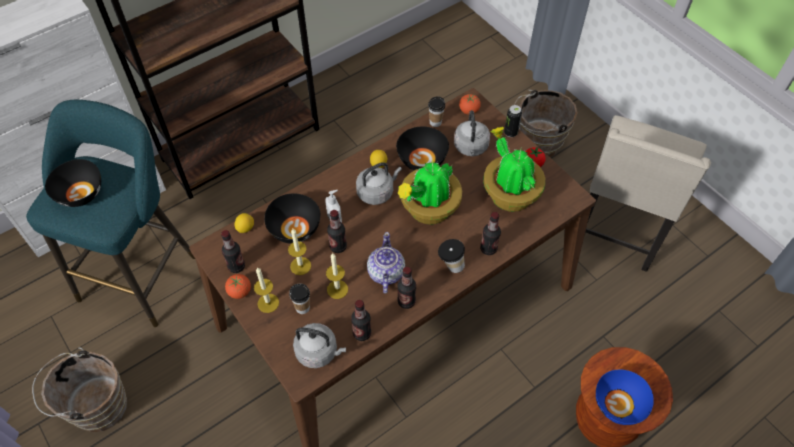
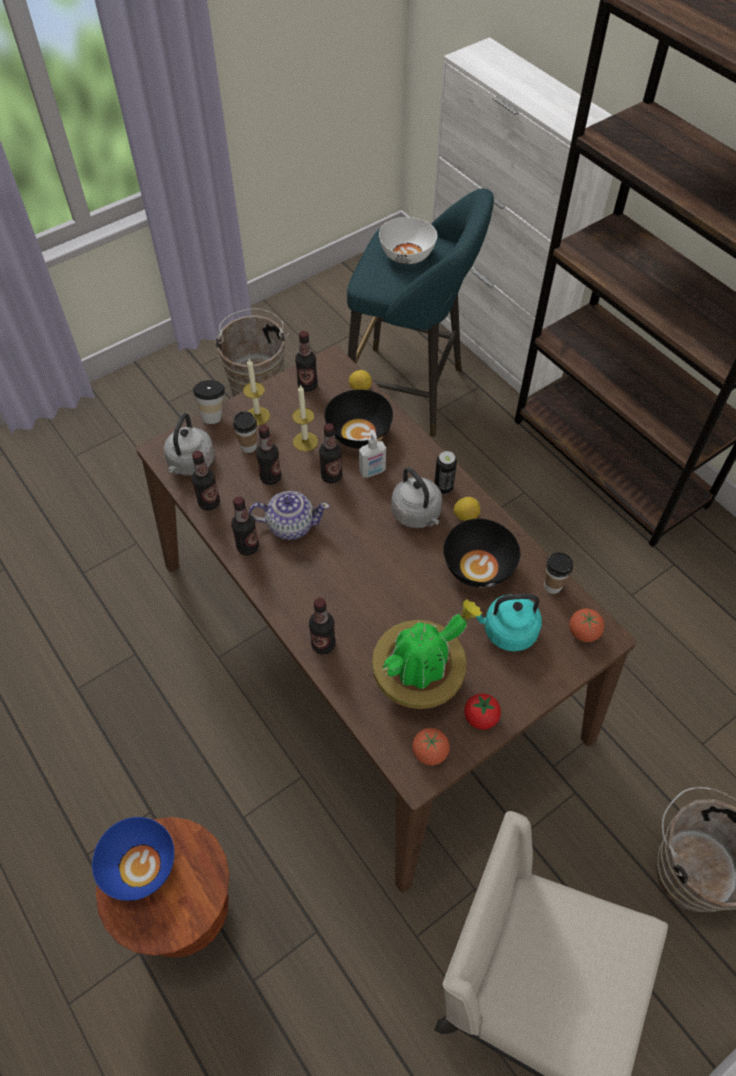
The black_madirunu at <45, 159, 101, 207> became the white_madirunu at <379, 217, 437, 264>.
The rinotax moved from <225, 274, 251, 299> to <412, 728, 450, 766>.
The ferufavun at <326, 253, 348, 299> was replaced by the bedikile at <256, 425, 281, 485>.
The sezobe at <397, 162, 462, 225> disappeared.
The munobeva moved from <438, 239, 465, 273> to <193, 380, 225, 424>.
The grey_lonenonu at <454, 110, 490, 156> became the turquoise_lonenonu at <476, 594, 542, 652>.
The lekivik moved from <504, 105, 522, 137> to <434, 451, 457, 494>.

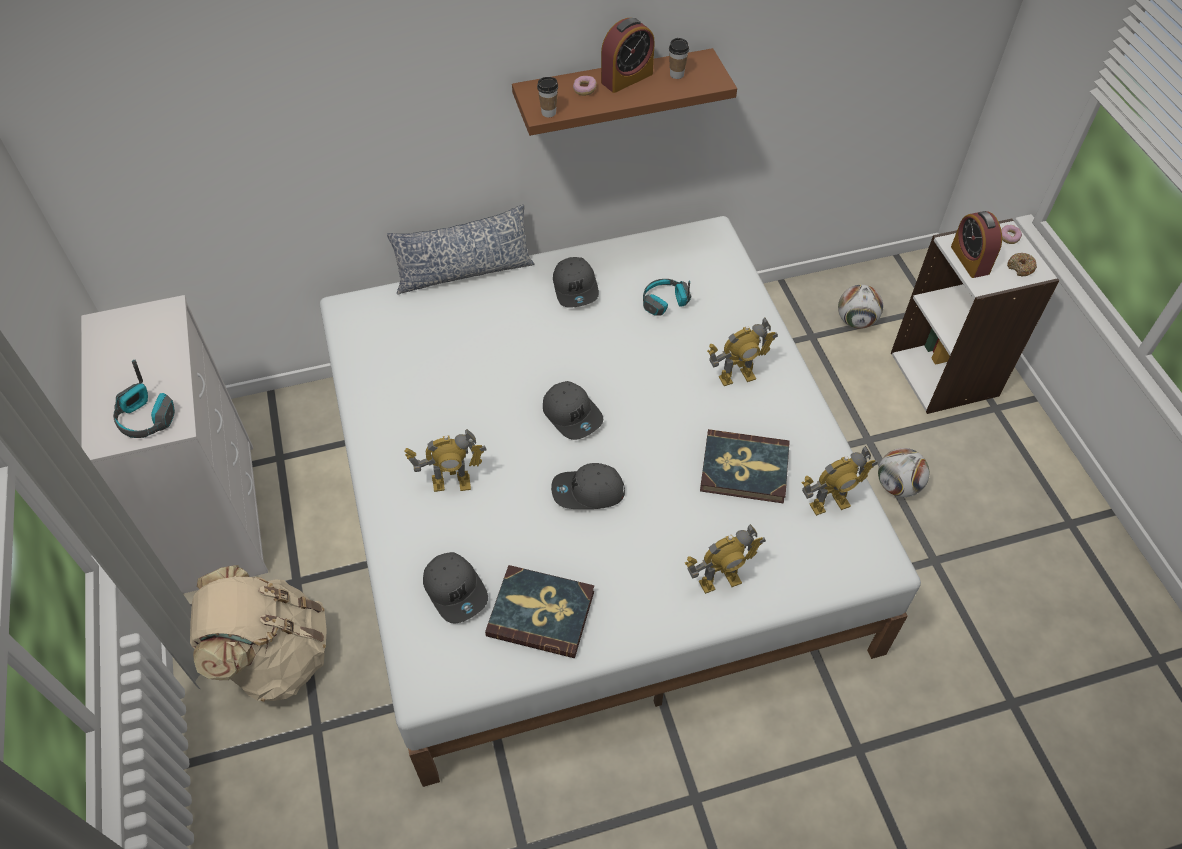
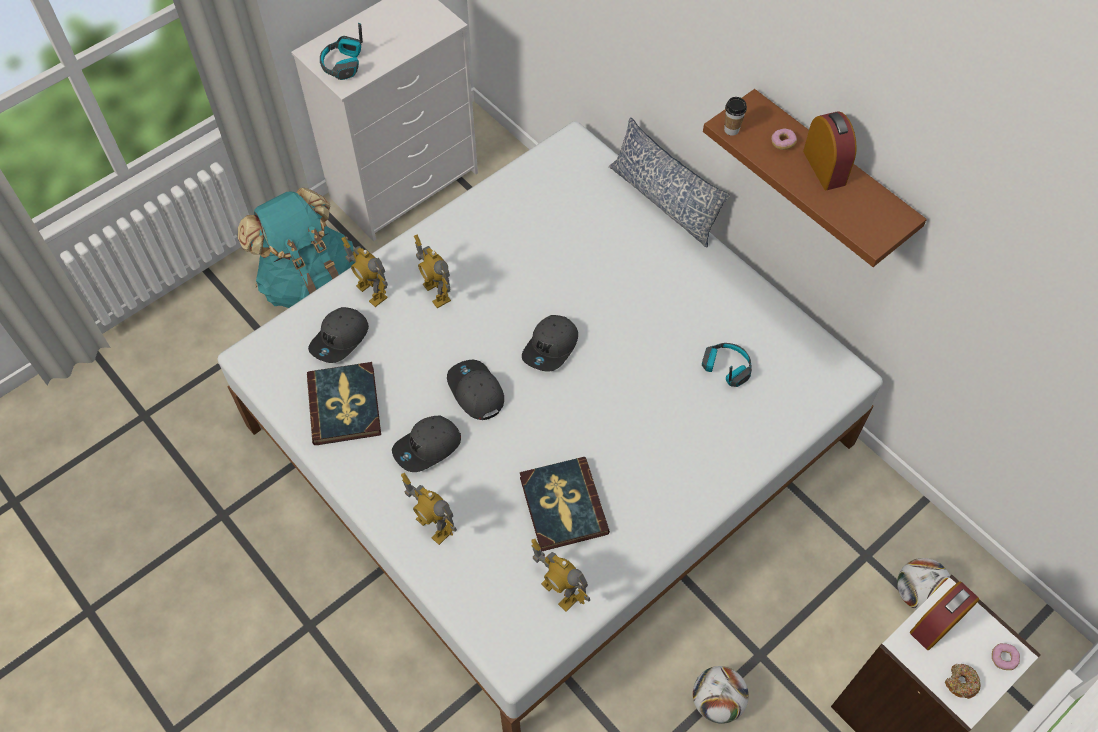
The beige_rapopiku at <190, 565, 327, 702> became the turquoise_rapopiku at <238, 188, 355, 308>.
The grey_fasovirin moved from <553, 257, 599, 308> to <392, 415, 461, 472>.
The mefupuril at <601, 18, 655, 93> turned 135 degrees counterclockwise.
The munobeva at <669, 38, 689, 79> disappeared.
The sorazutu moved from <707, 318, 778, 386> to <342, 237, 388, 307>.

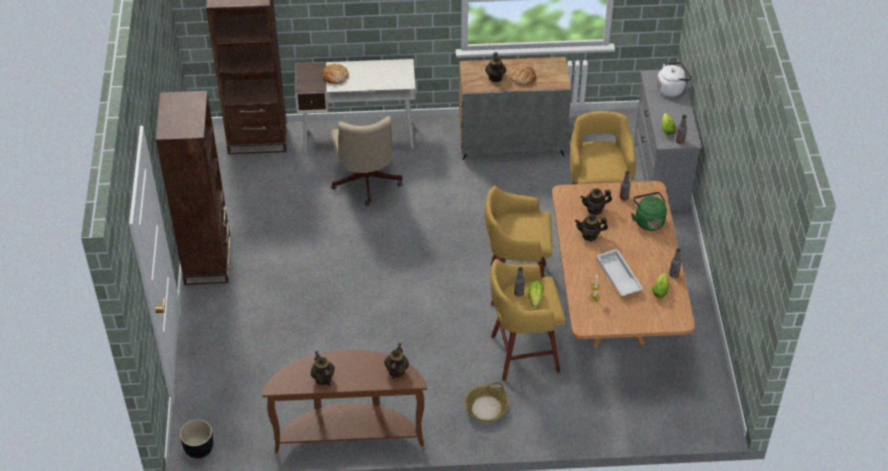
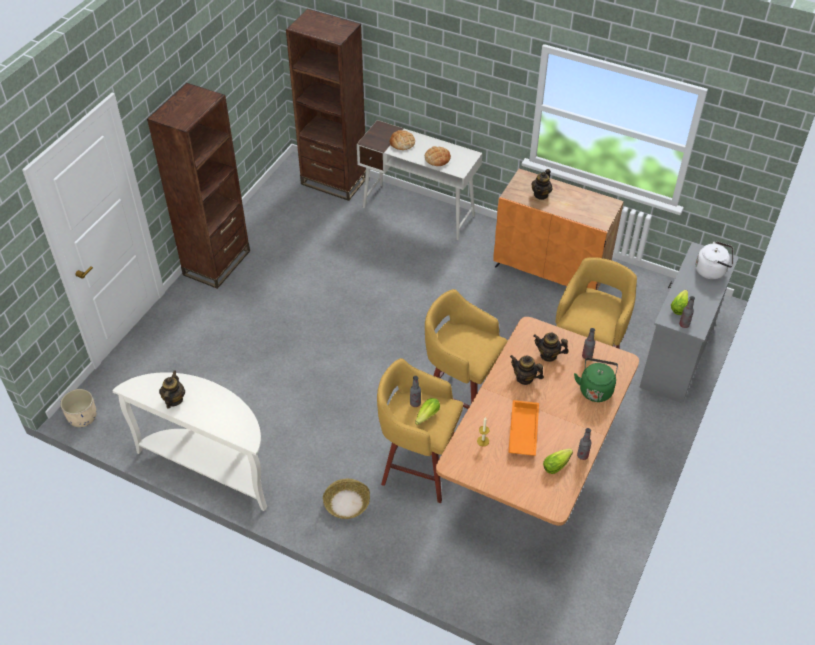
The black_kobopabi at <179, 419, 213, 459> became the beige_kobopabi at <60, 389, 97, 427>.
The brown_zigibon at <262, 350, 427, 453> became the white_zigibon at <112, 372, 267, 511>.
The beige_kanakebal at <331, 116, 402, 205> disappeared.
The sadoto at <384, 343, 409, 379> disappeared.
The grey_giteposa at <459, 57, 571, 160> became the orange_giteposa at <493, 169, 624, 290>.
The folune moved from <509, 65, 536, 85> to <425, 146, 451, 166>.
The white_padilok at <597, 249, 643, 296> became the orange_padilok at <508, 400, 539, 456>.

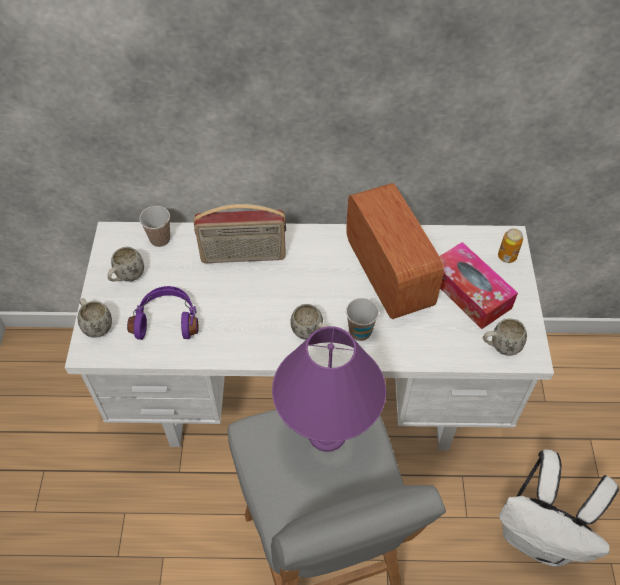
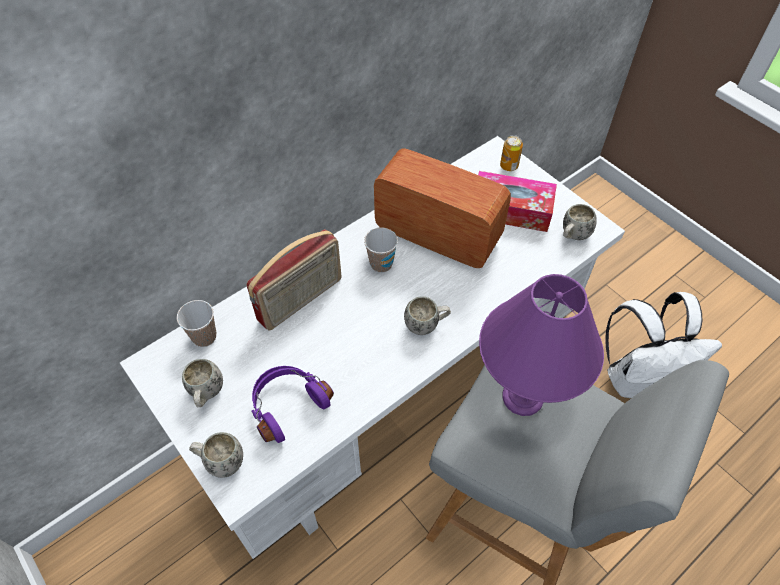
The munobeva moved from <346, 298, 379, 341> to <364, 228, 398, 273>.

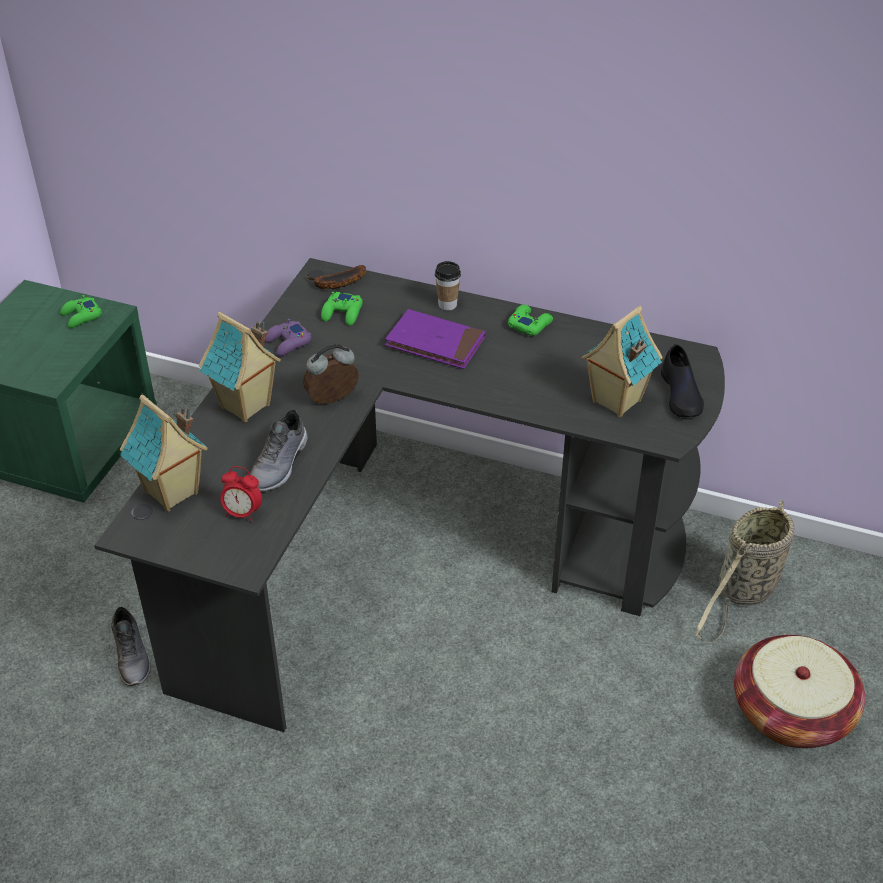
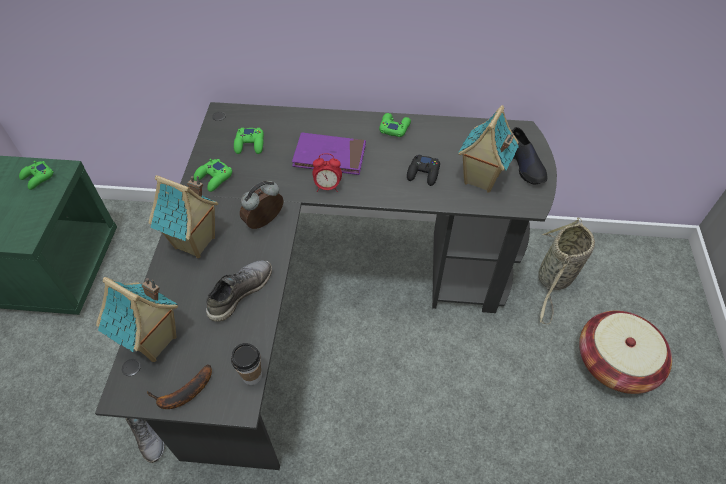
The mefupuril moved from <220, 466, 262, 523> to <312, 153, 342, 192>.
The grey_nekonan at <250, 409, 308, 491> turned 150 degrees counterclockwise.
The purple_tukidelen at <265, 319, 312, 356> became the green_tukidelen at <194, 159, 232, 192>.
The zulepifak moved from <307, 265, 366, 289> to <146, 364, 212, 409>.
The munobeva moved from <435, 261, 461, 311> to <231, 343, 262, 385>.
The black_tukidelen at <407, 154, 440, 186> appeared.

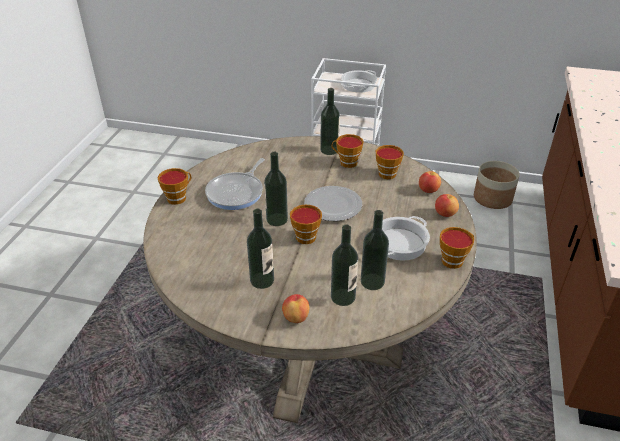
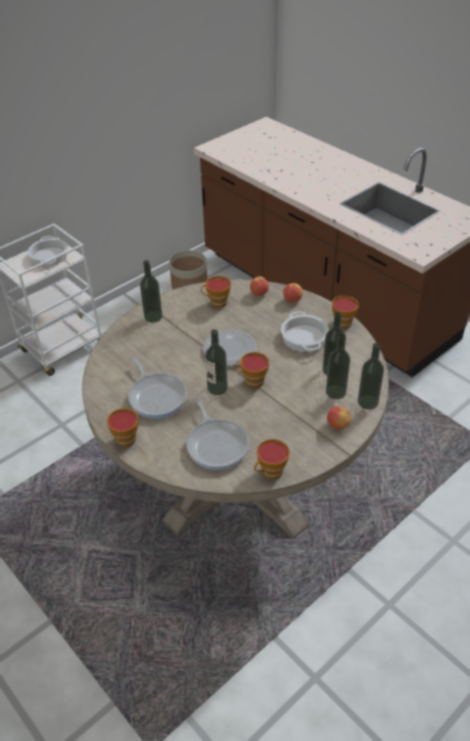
The bedikile moved from <247, 209, 274, 289> to <357, 343, 384, 410>.
The munobeva moved from <332, 134, 363, 168> to <254, 439, 290, 480>.
The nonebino at <186, 398, 249, 470> appeared.

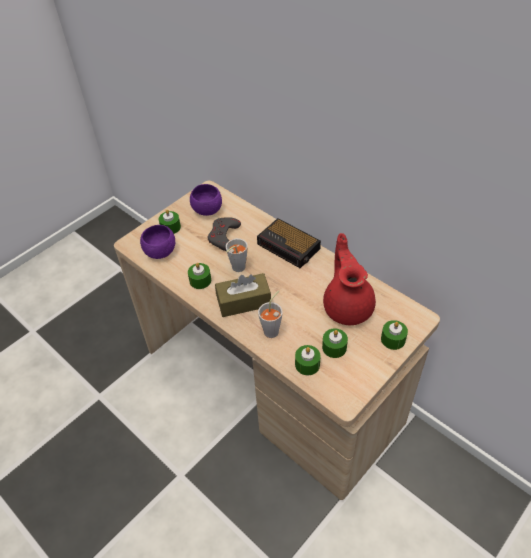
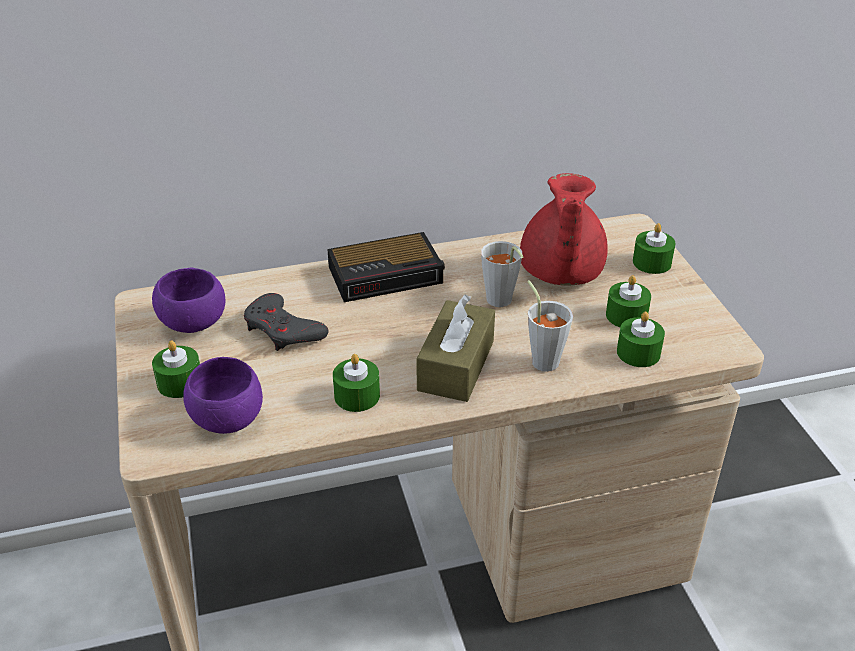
The grey_munobeva moved from <226, 238, 248, 272> to <481, 241, 524, 307>.
The red_sadoto at <323, 233, 376, 325> turned 105 degrees counterclockwise.

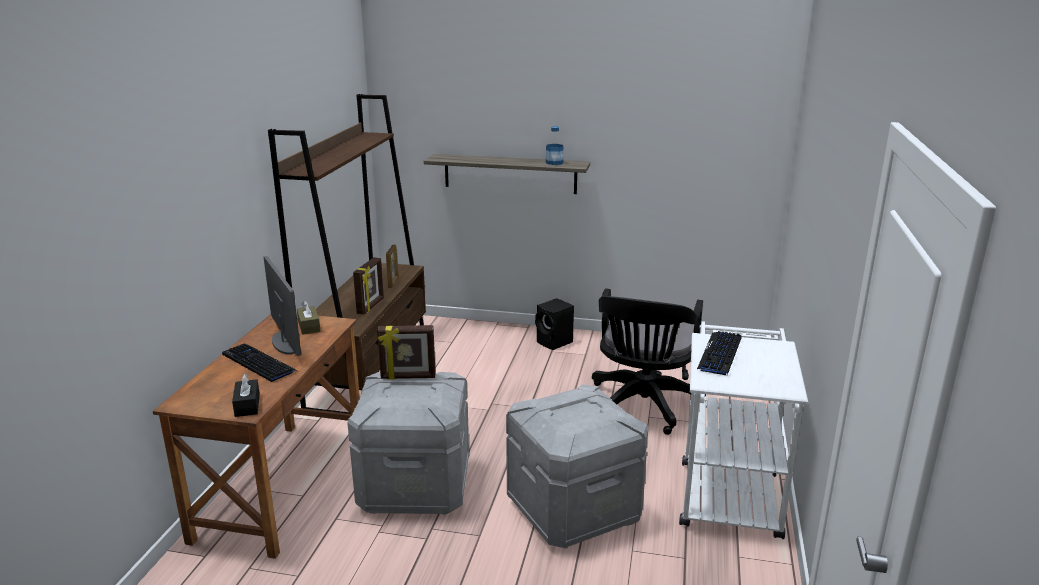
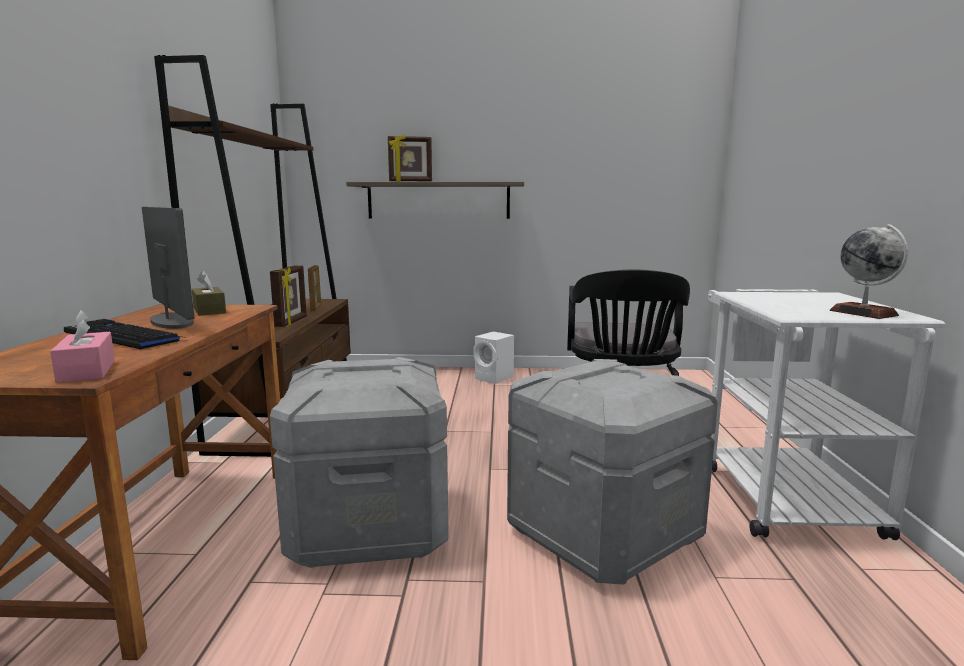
The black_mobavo at <232, 374, 260, 417> became the pink_mobavo at <50, 310, 115, 383>.
The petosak moved from <377, 325, 436, 380> to <388, 134, 432, 182>.
The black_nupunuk at <535, 298, 574, 350> became the white_nupunuk at <473, 331, 514, 384>.
The bedikile at <546, 126, 563, 165> disappeared.
The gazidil at <697, 331, 742, 376> disappeared.
The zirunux at <830, 224, 908, 319> appeared.

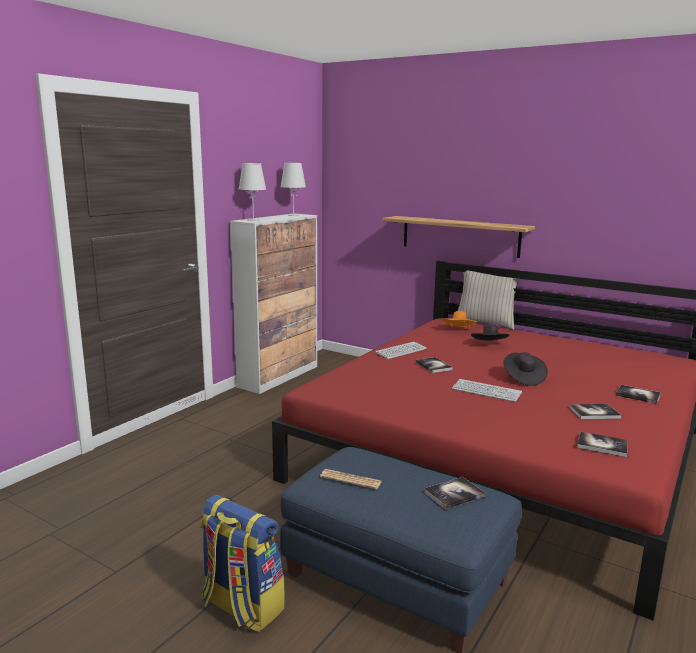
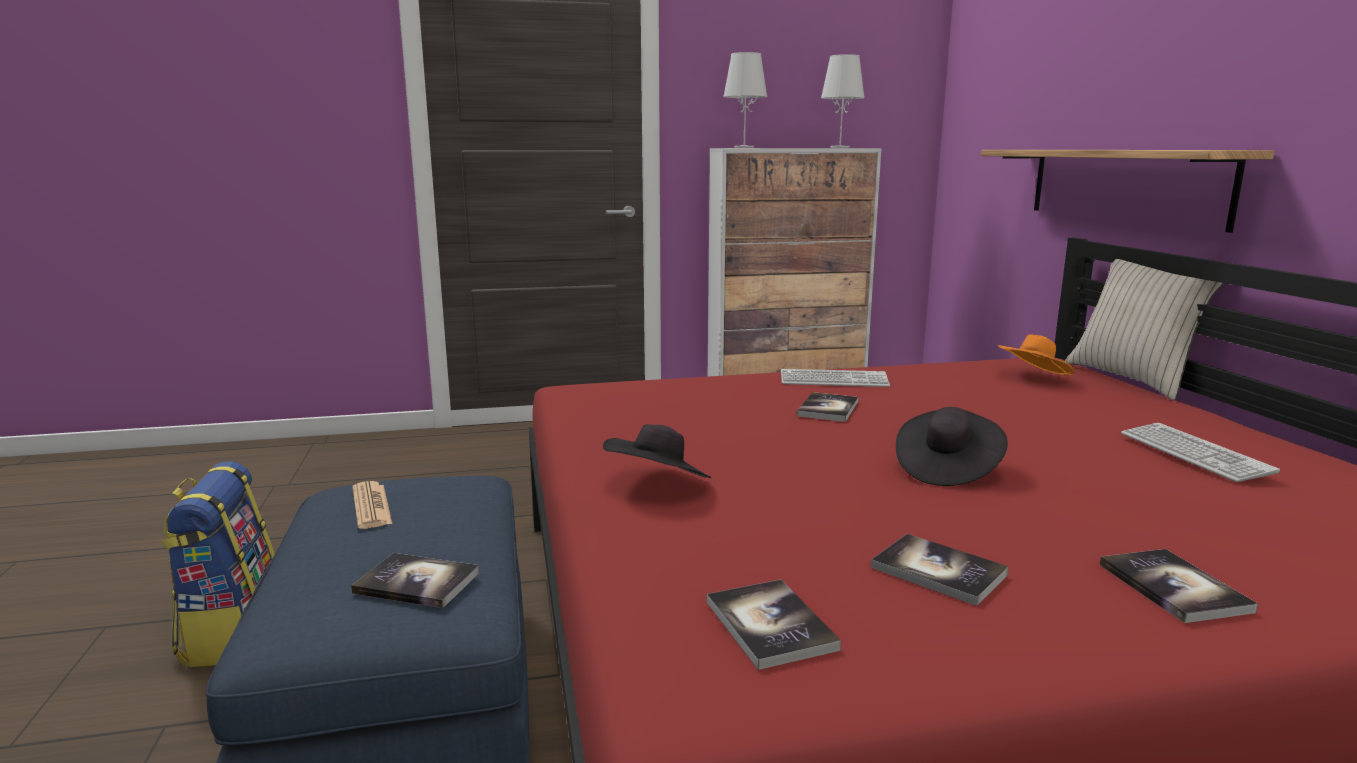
The gazidil moved from <452, 379, 522, 402> to <1121, 423, 1280, 482>.
The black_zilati moved from <471, 324, 510, 341> to <603, 424, 711, 478>.

